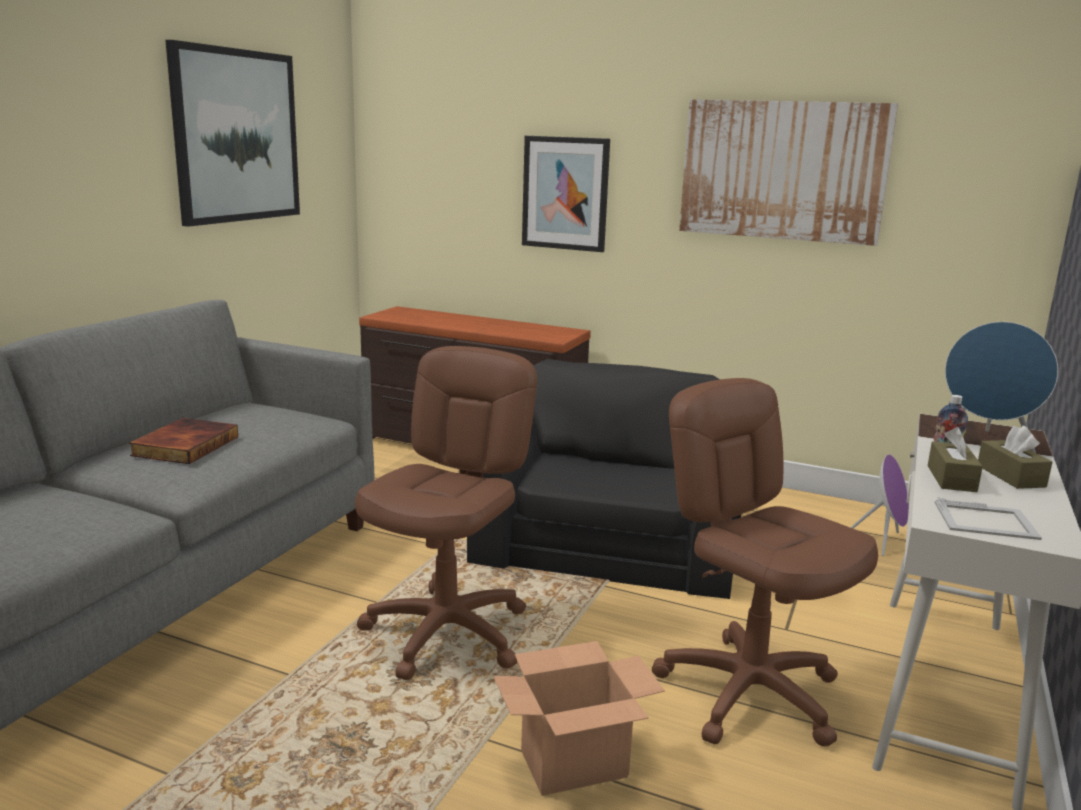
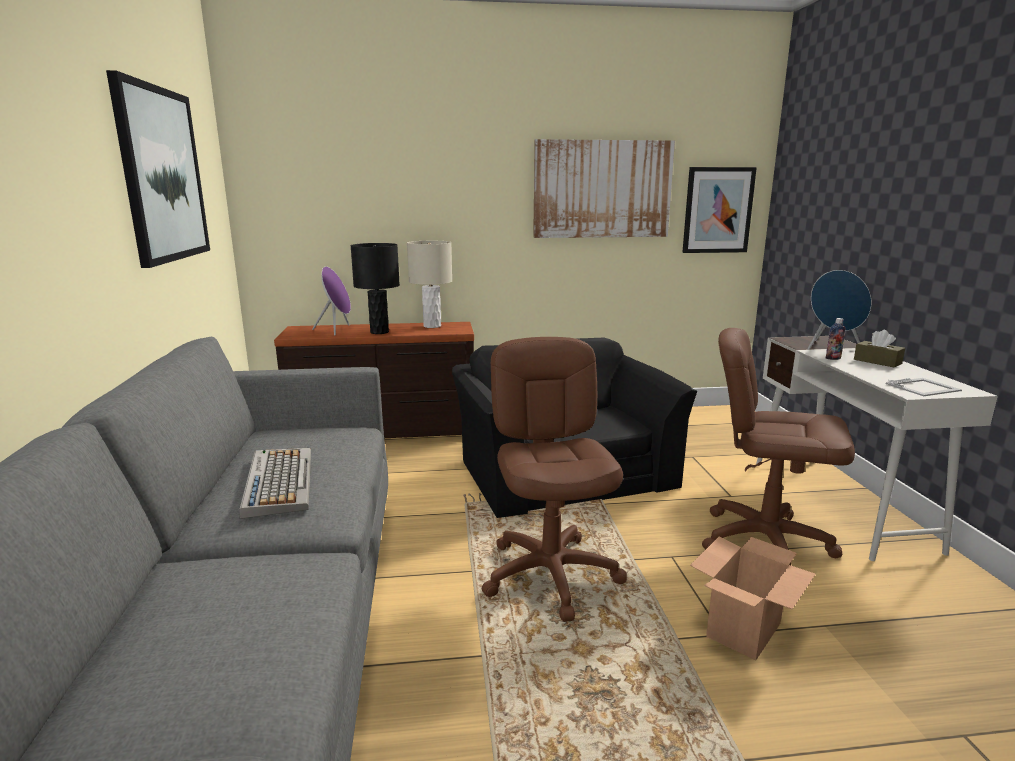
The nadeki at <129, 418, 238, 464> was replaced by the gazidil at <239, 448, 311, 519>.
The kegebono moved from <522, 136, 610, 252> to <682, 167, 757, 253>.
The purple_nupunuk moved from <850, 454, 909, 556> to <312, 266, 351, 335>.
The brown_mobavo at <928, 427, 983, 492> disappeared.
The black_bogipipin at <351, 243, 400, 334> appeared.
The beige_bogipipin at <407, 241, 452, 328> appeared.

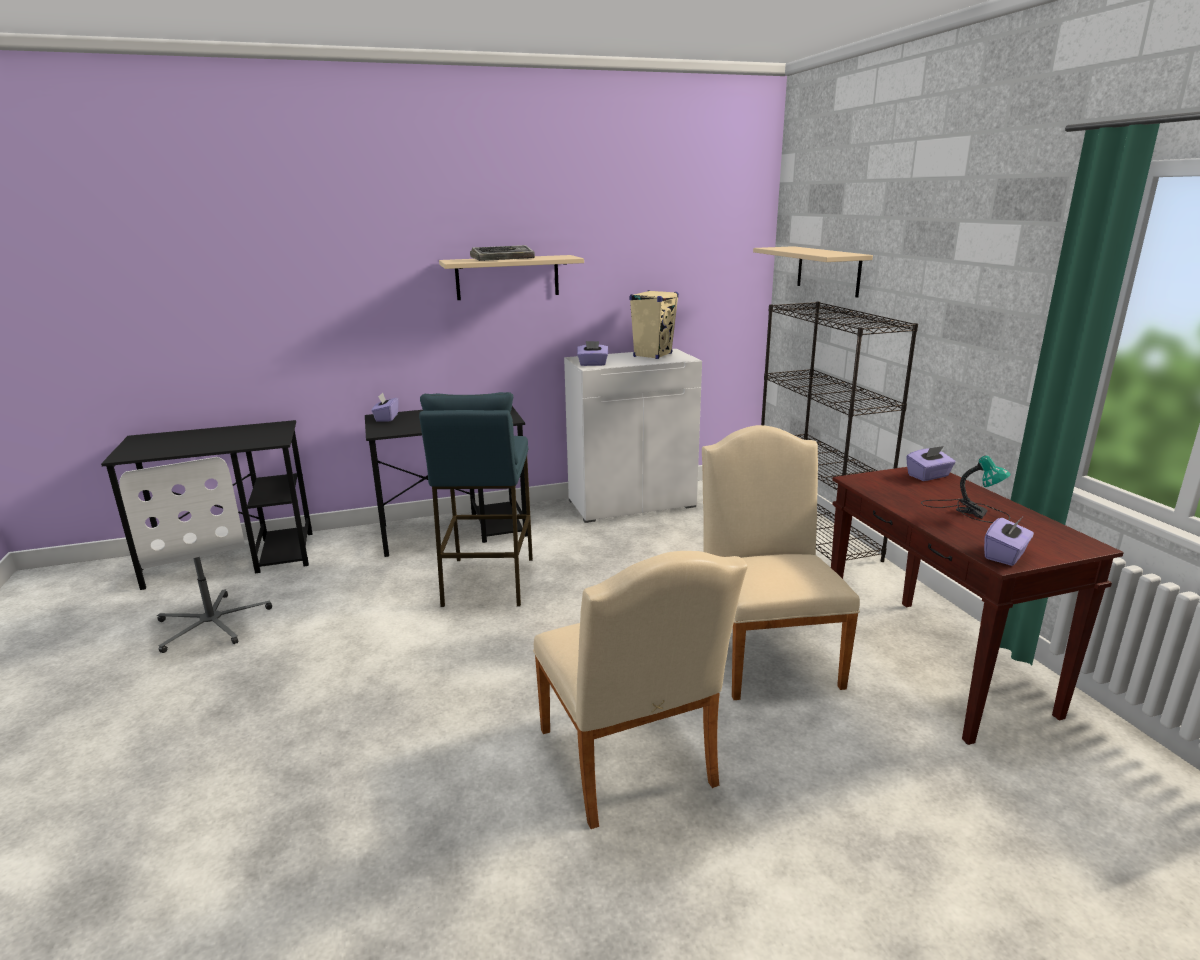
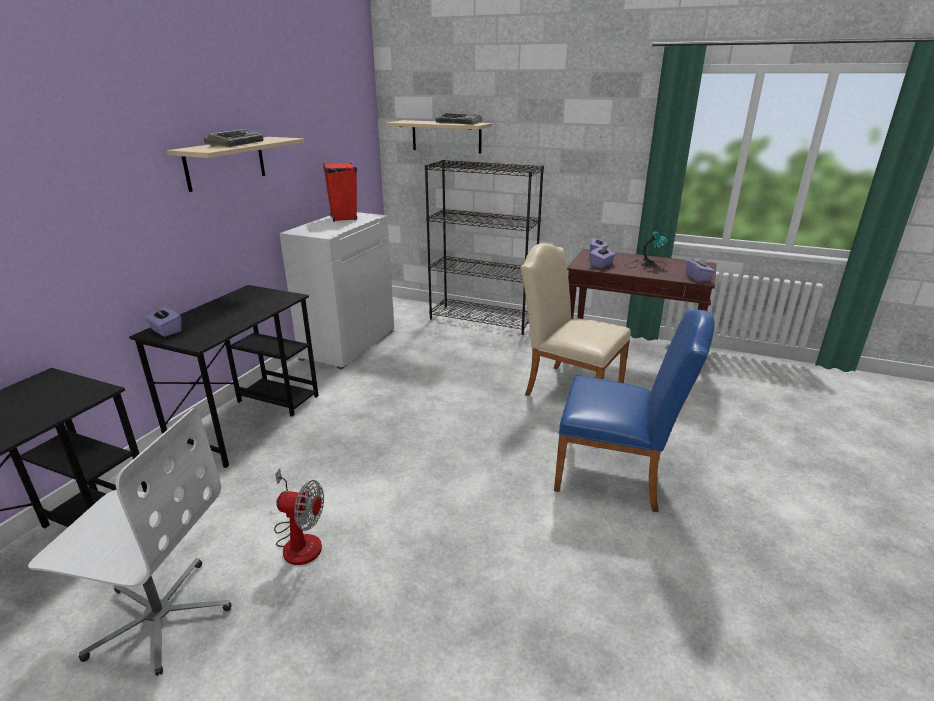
The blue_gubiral at <419, 392, 533, 607> disappeared.
The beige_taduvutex at <533, 551, 748, 829> became the blue_taduvutex at <554, 309, 715, 512>.
The purple_mobavo moved from <577, 341, 608, 366> to <589, 245, 615, 268>.
The beige_nupunuk at <629, 290, 679, 359> became the red_nupunuk at <323, 163, 357, 222>.
The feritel at <274, 468, 324, 565> appeared.
The gazidil at <435, 113, 483, 125> appeared.

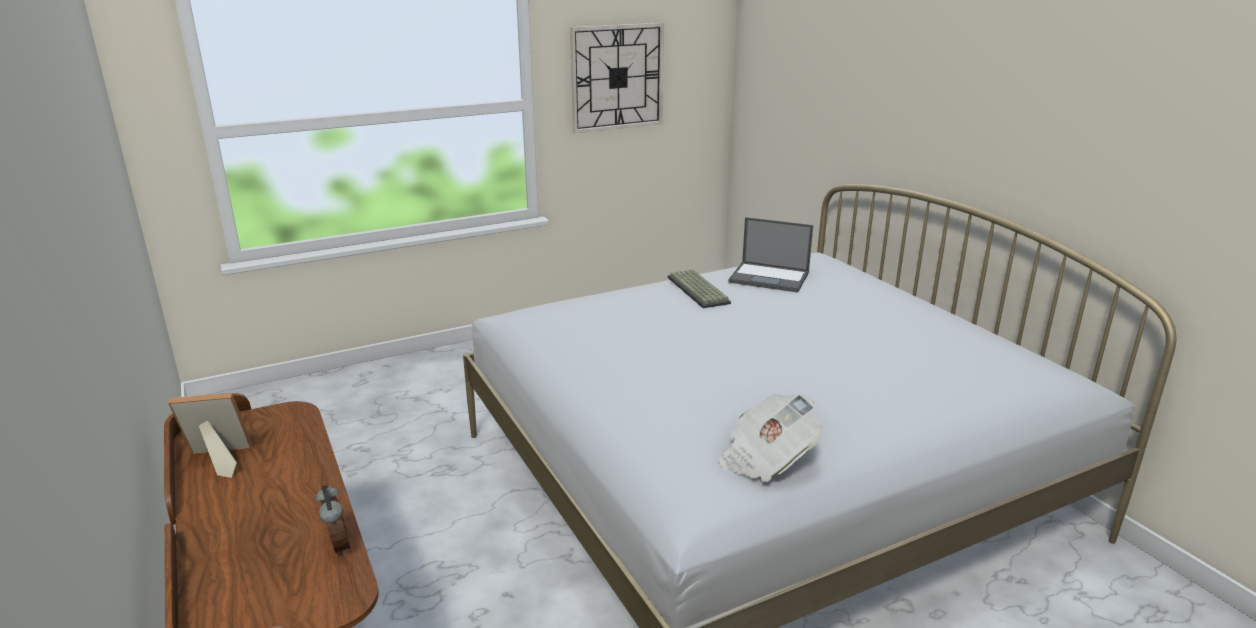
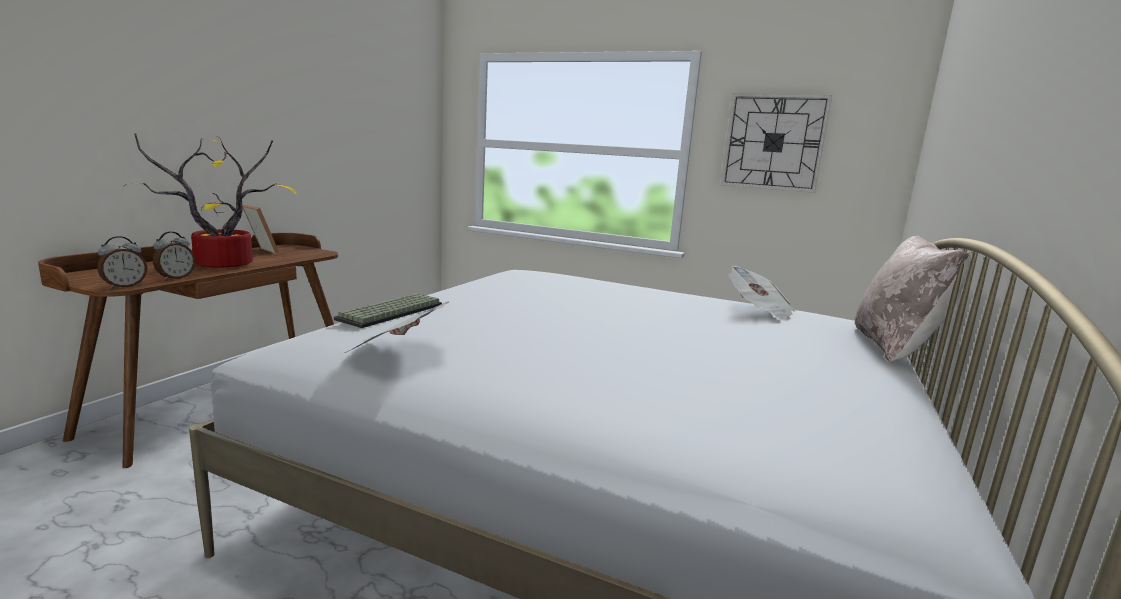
The gazidil moved from <668, 269, 731, 308> to <334, 293, 442, 328>.
The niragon at <728, 217, 813, 293> was replaced by the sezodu at <728, 266, 795, 322>.
The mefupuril at <97, 236, 147, 289> appeared.
The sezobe at <124, 134, 297, 268> appeared.
The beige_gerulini at <855, 235, 971, 363> appeared.

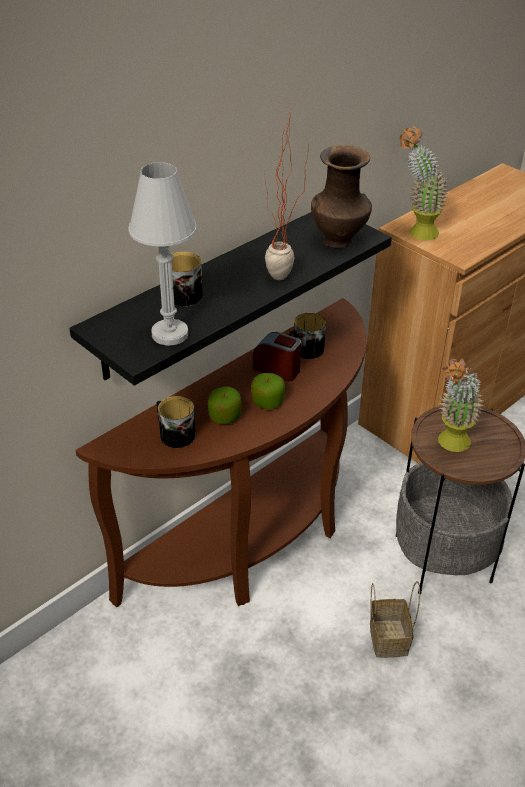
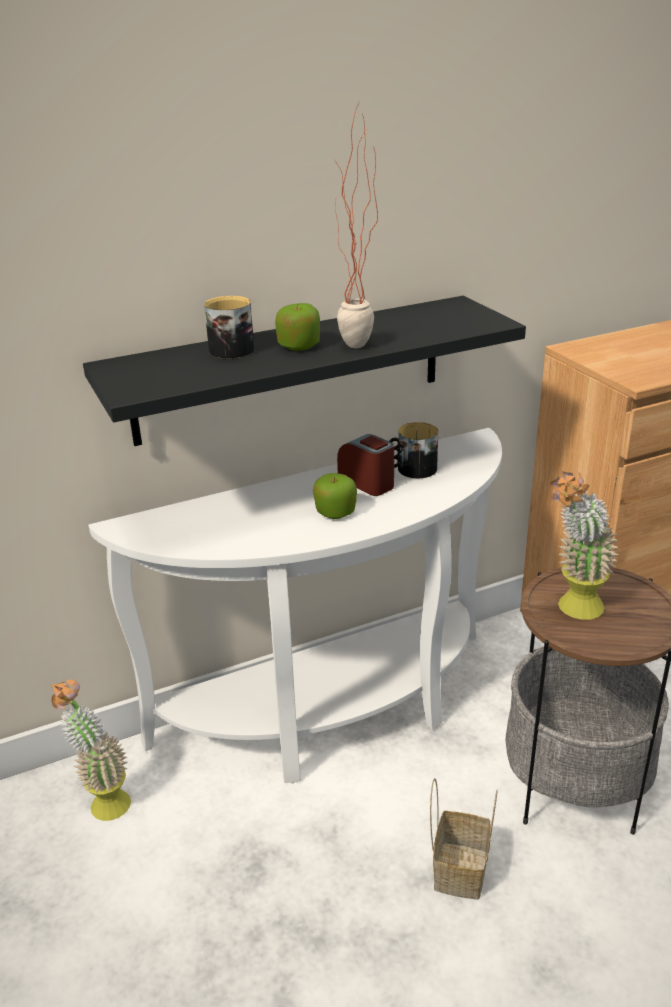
The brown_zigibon at <76, 298, 367, 607> became the white_zigibon at <88, 428, 502, 784>.
The white_bogipipin at <128, 162, 197, 346> disappeared.
The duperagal at <157, 396, 195, 448> disappeared.
The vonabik moved from <208, 386, 242, 424> to <275, 303, 320, 351>.
The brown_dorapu at <311, 145, 372, 248> disappeared.
The sezobe moved from <400, 126, 448, 240> to <51, 680, 131, 821>.

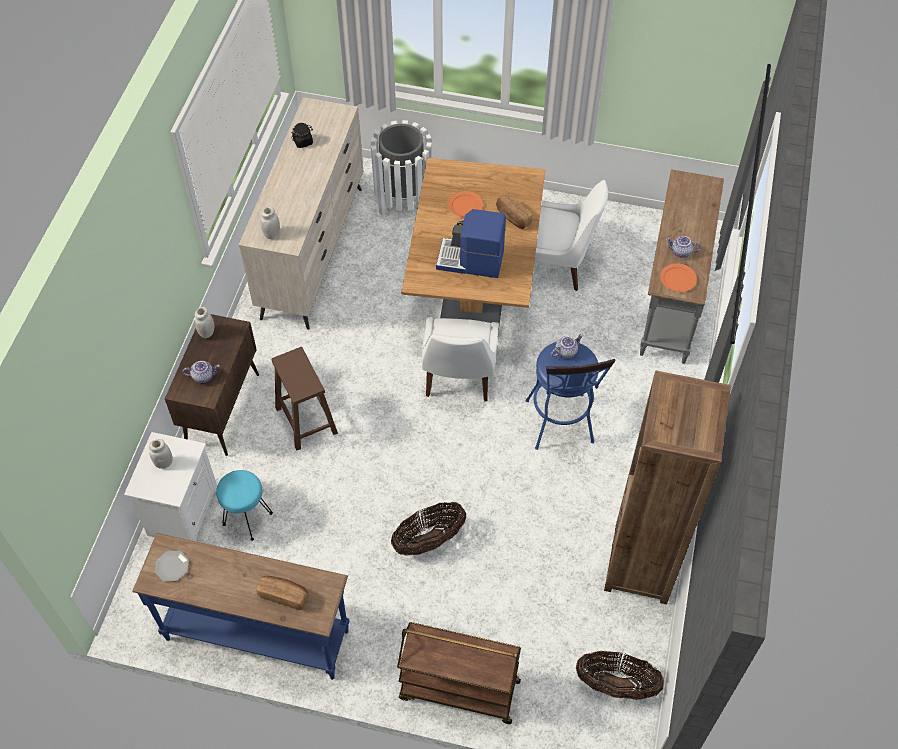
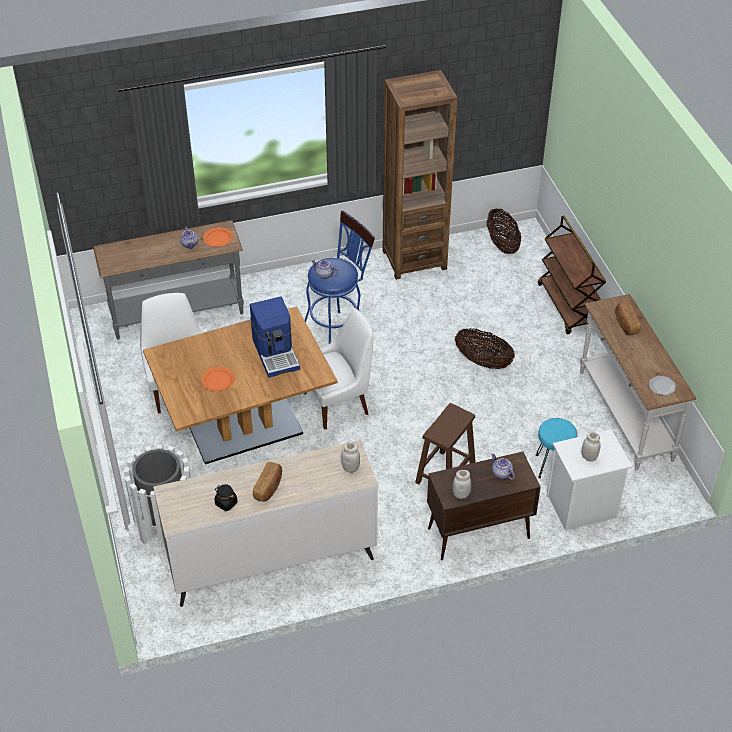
The blue_zigibon at <132, 533, 349, 680> became the white_zigibon at <580, 294, 696, 471>.
The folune moved from <496, 193, 532, 229> to <253, 462, 282, 502>.

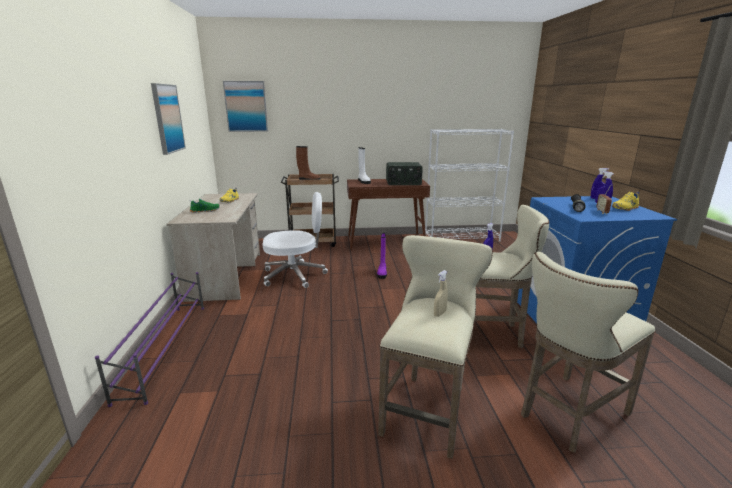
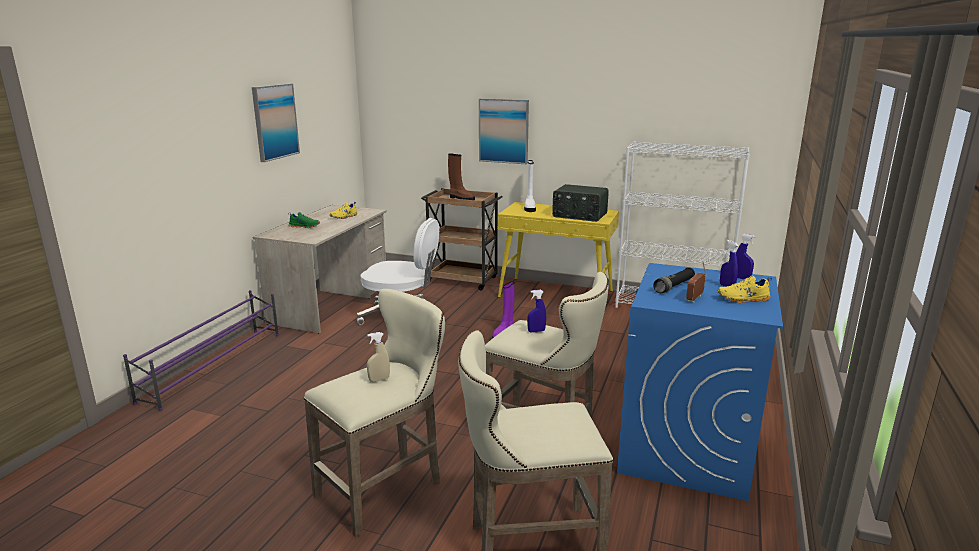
The kegebono moved from <223, 81, 268, 132> to <479, 98, 529, 164>.
The brown_zigibon at <347, 179, 430, 250> became the yellow_zigibon at <498, 202, 619, 298>.

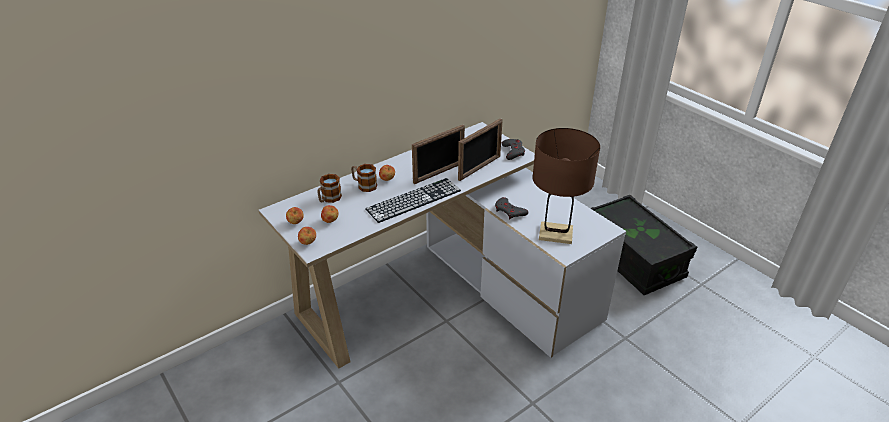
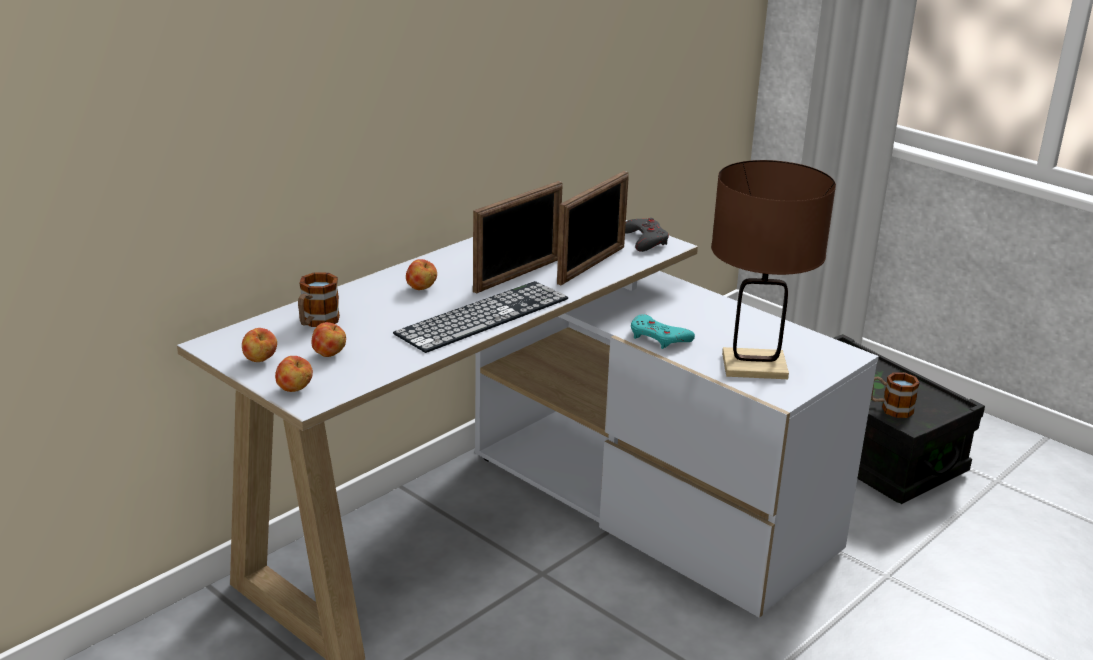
The duperagal moved from <351, 164, 377, 192> to <871, 372, 920, 418>.
The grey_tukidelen at <495, 197, 528, 219> became the turquoise_tukidelen at <631, 314, 695, 349>.

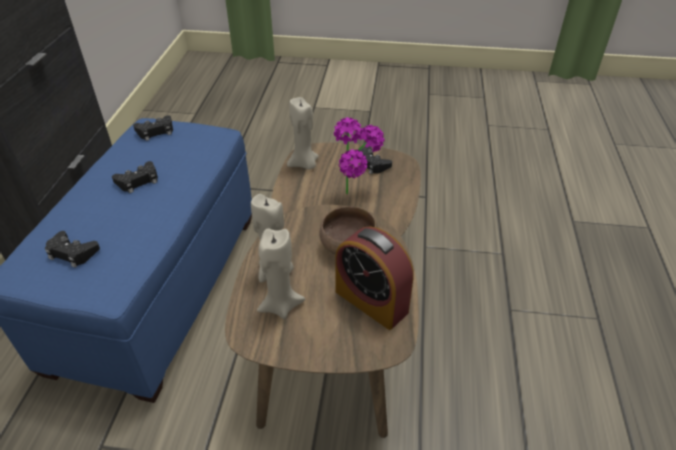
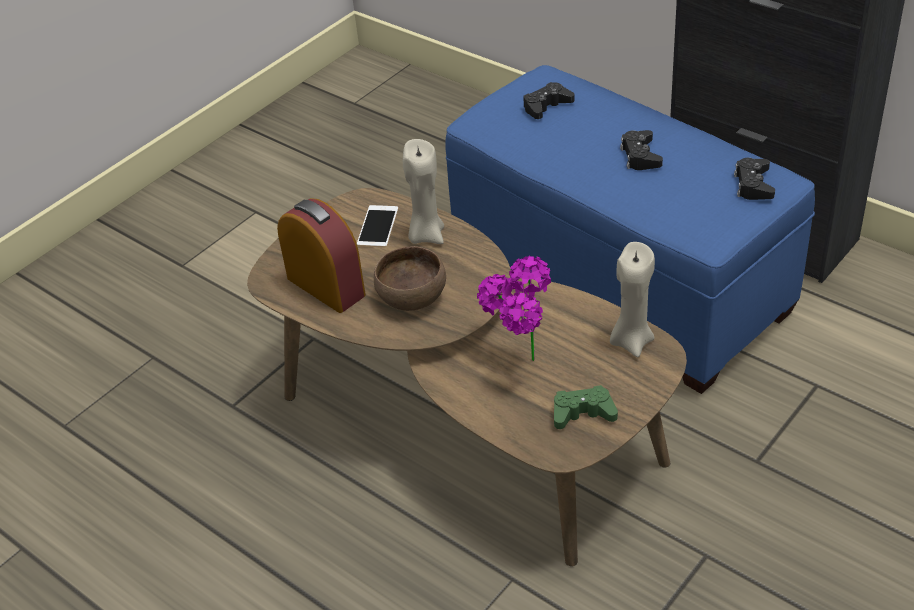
The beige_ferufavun at <257, 229, 305, 319> was replaced by the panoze at <357, 205, 399, 247>.
The mefupuril at <335, 226, 414, 330> turned 60 degrees clockwise.
The black_tukidelen at <359, 146, 392, 174> became the green_tukidelen at <554, 385, 618, 429>.

